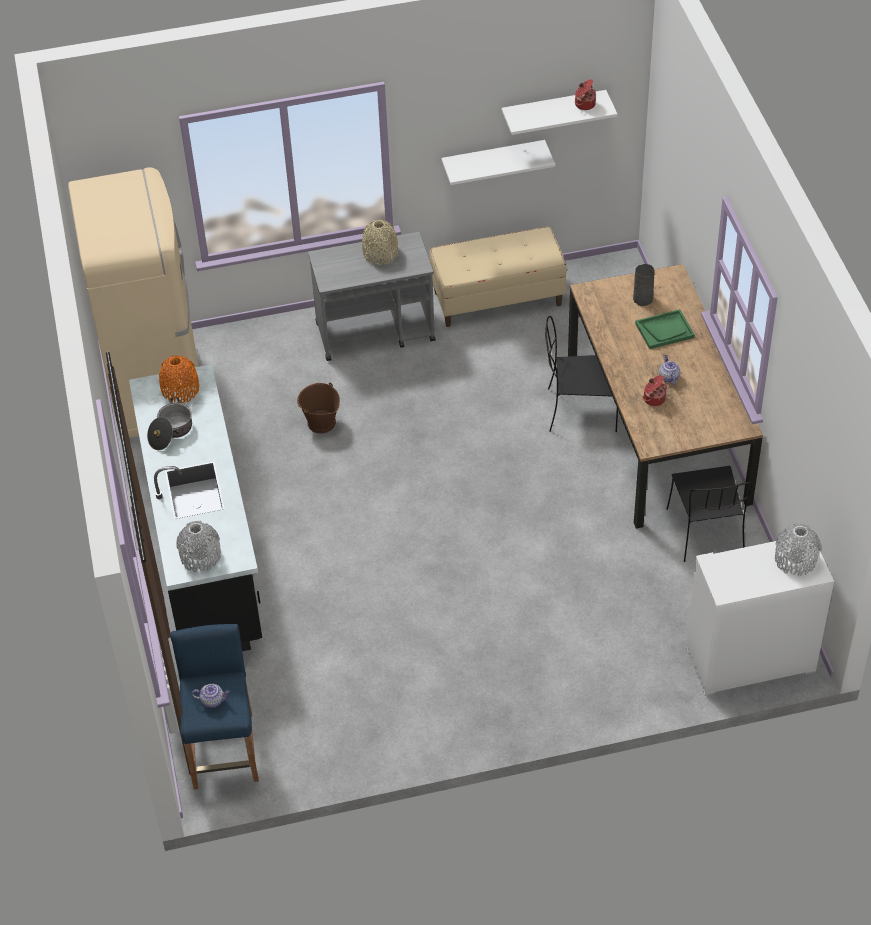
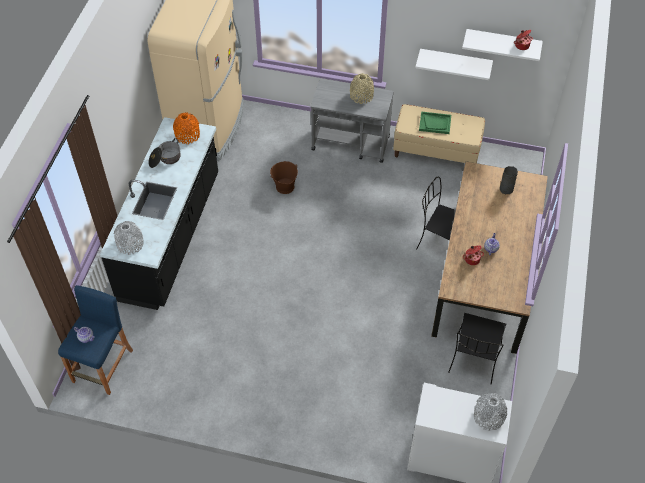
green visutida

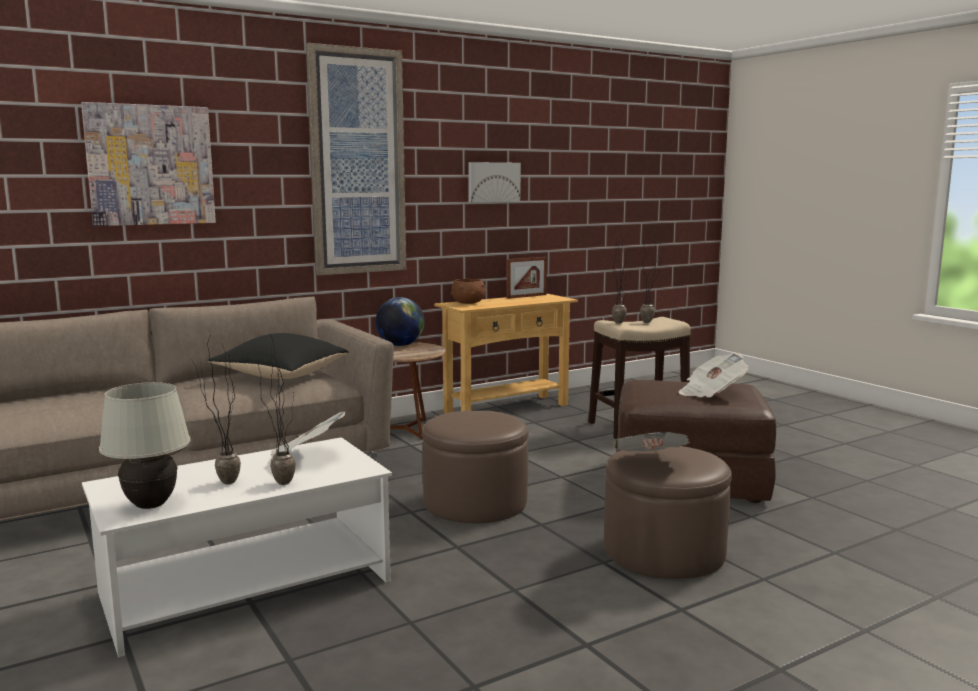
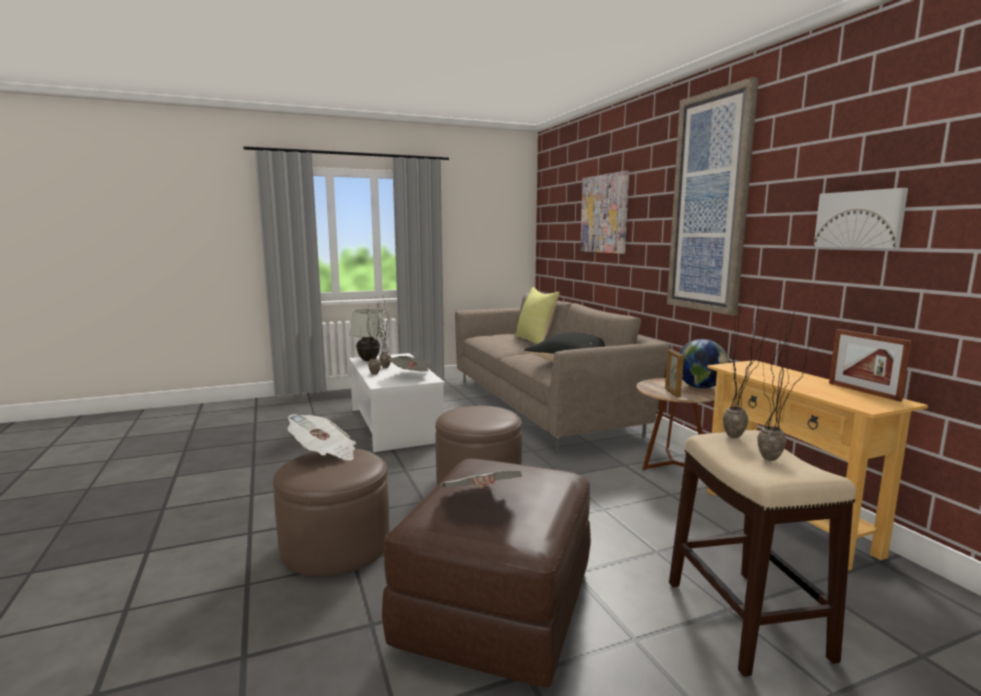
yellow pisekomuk; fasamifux (1st from left); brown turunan

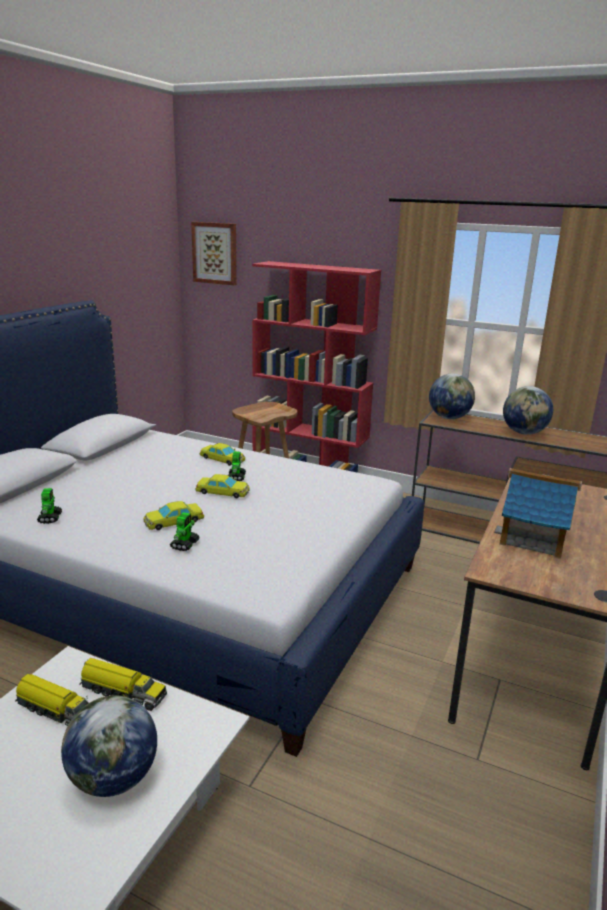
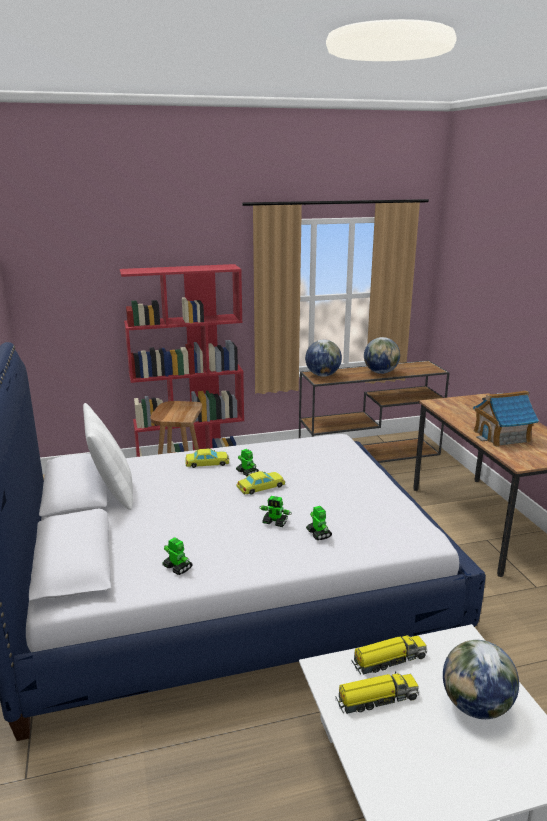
white pisekomuk; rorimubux (3rd from left); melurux

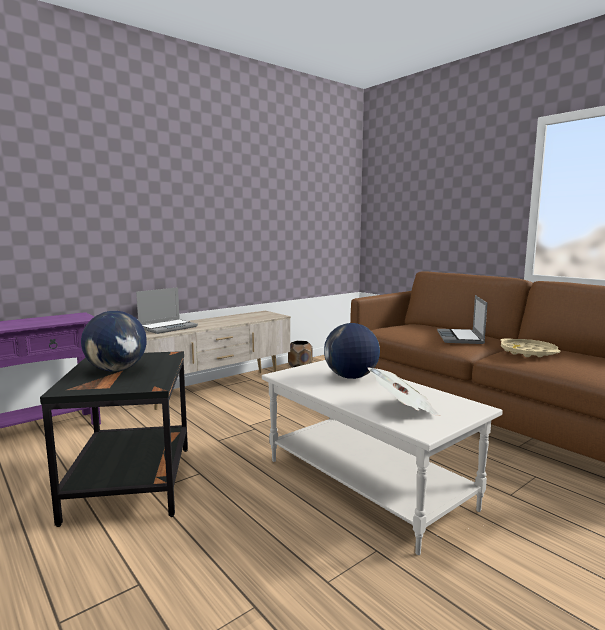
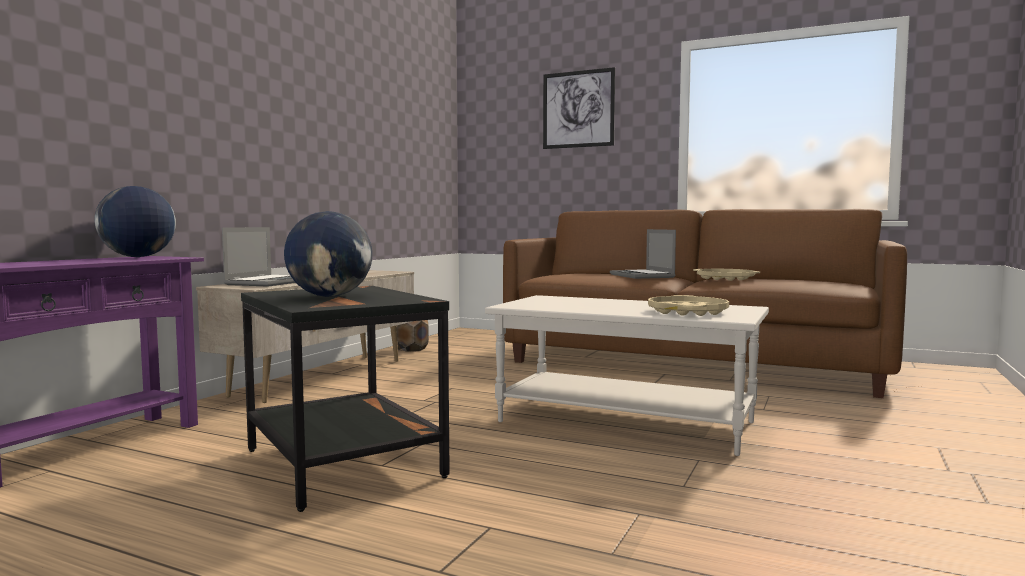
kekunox (1st from left); melurux; beige visutida (1st from left)

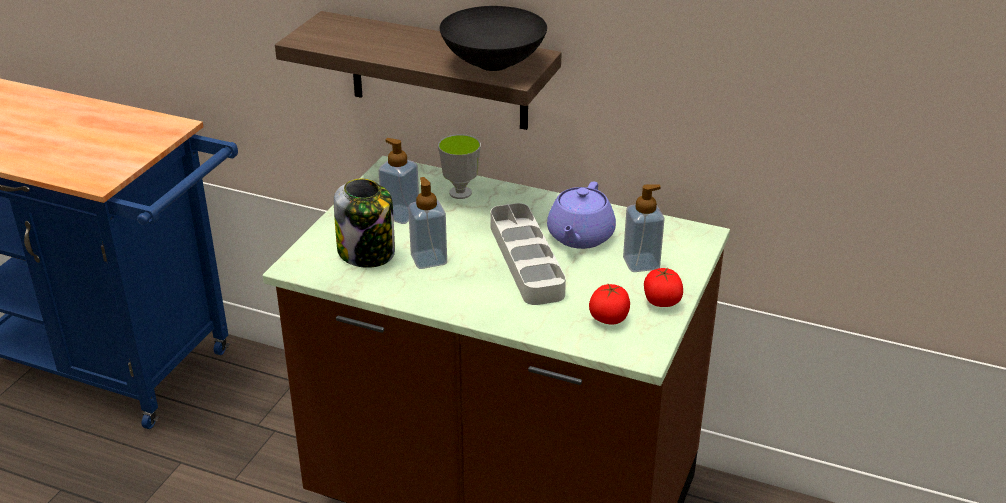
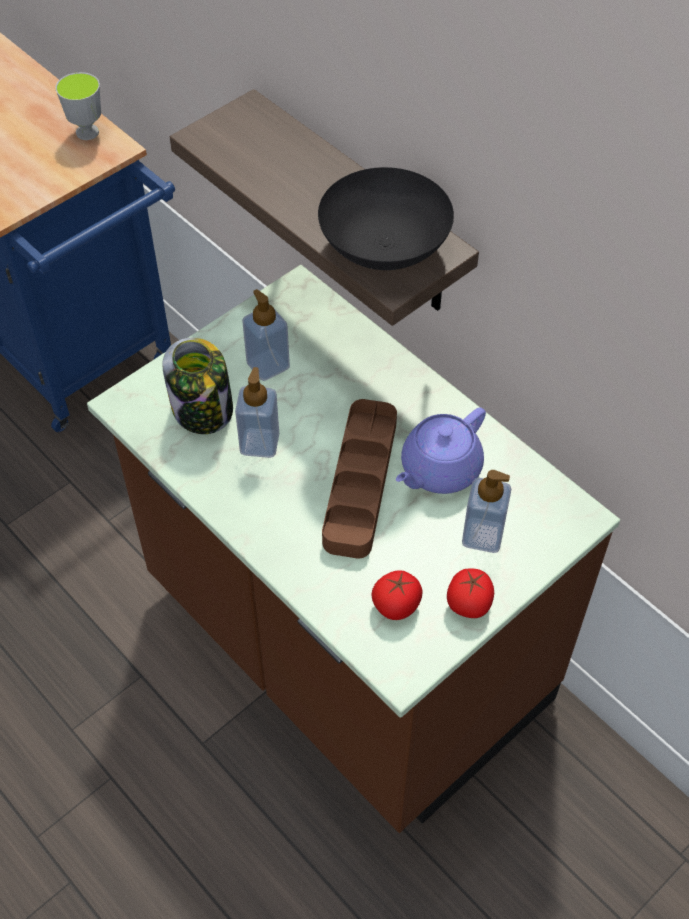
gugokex; brown visutida

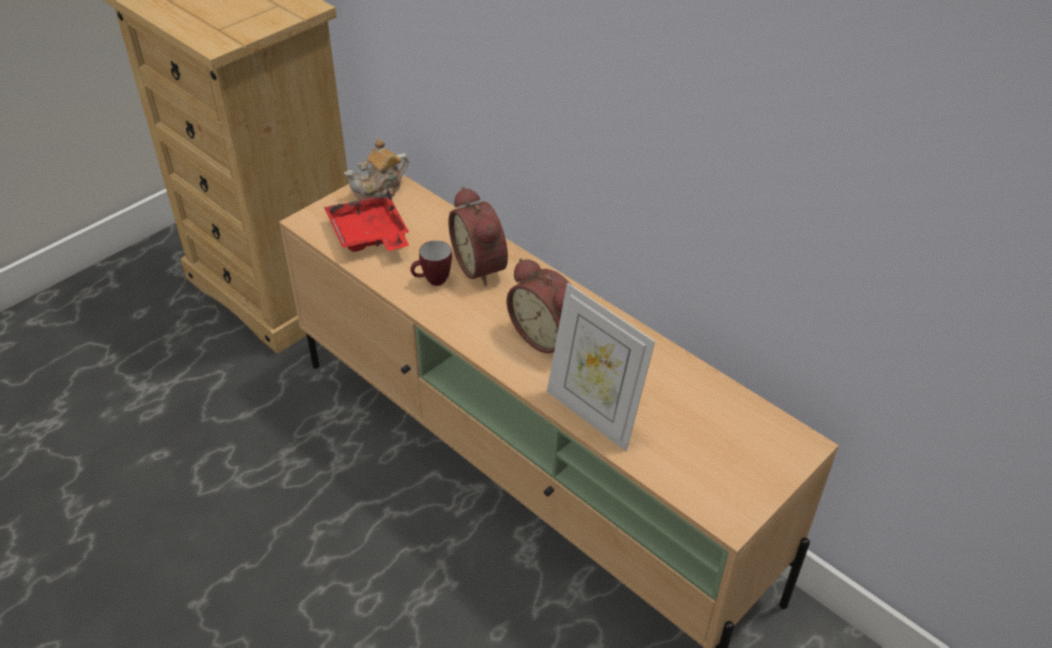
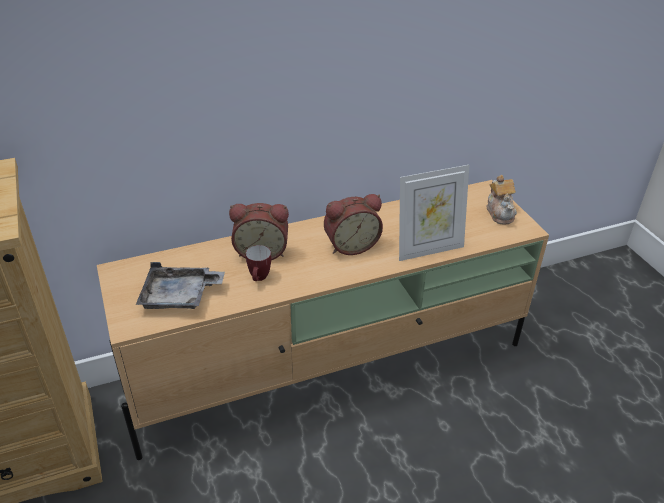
grey visutida; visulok

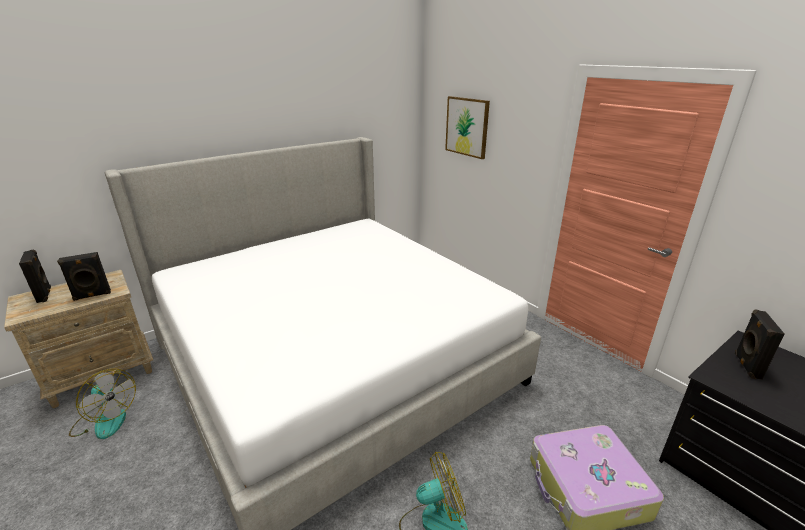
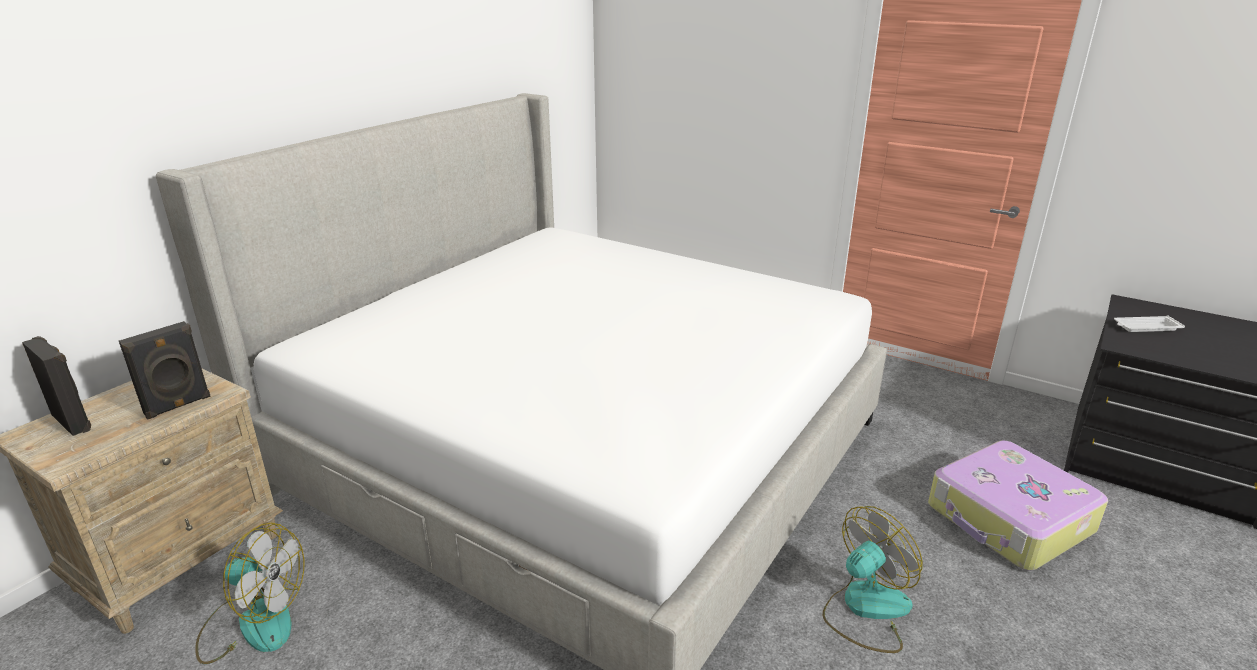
white visutida; melurux

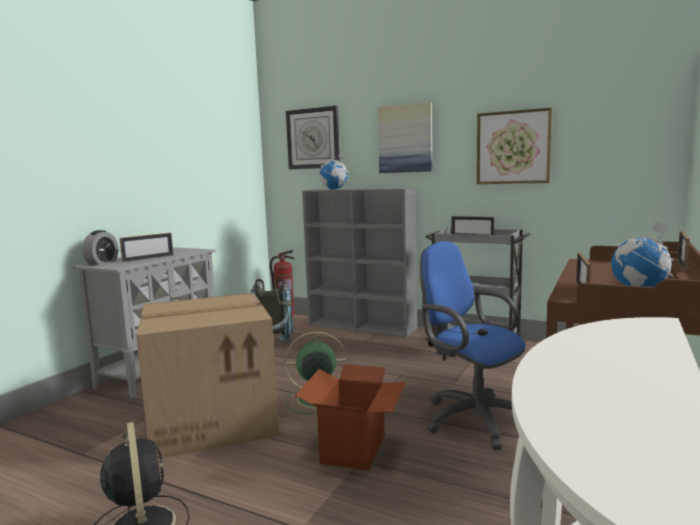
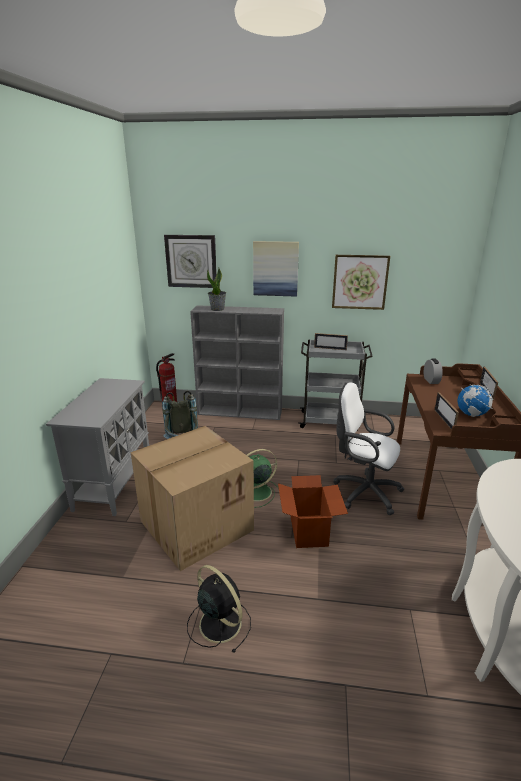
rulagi; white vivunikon; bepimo; fasamifux (1st from left in the first image)

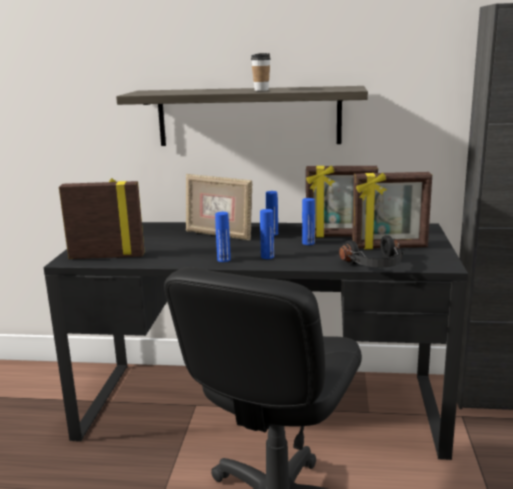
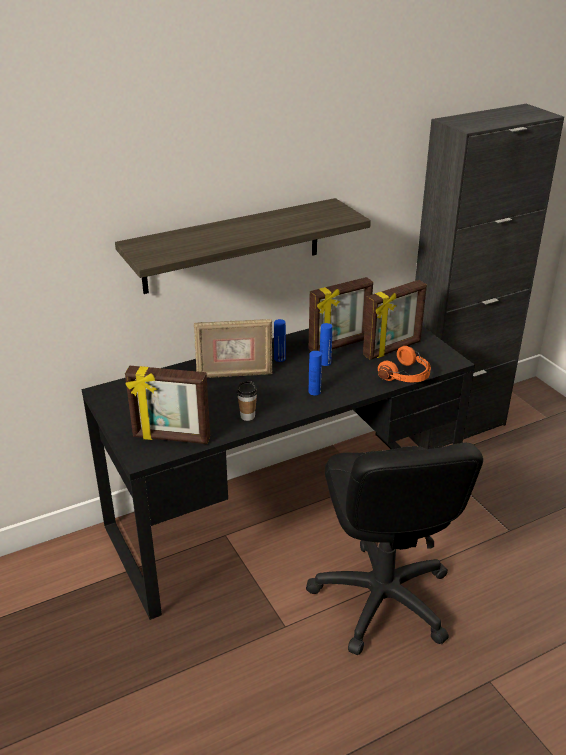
fasamifux (1st from left); gugokex; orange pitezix; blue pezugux (1st from left in the first image)

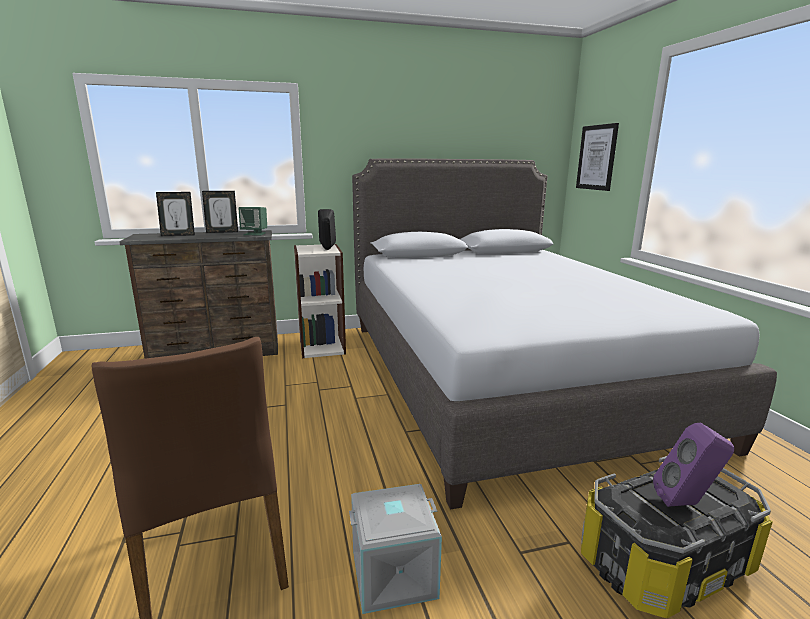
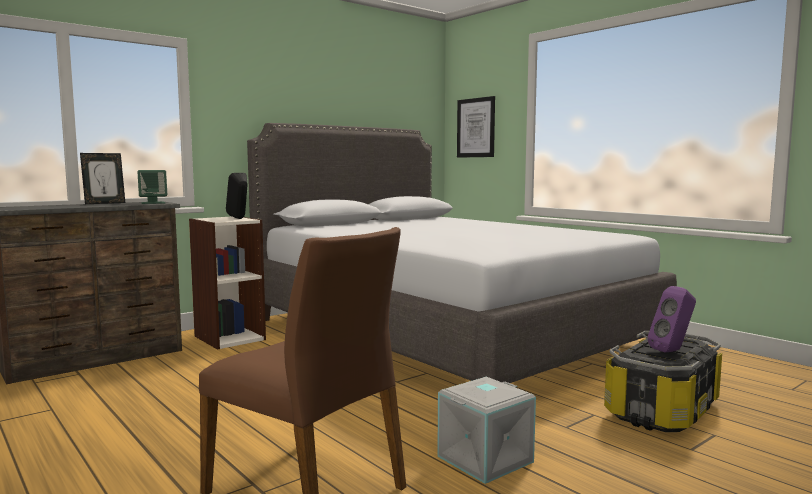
fasamifux (1st from left in the first image)

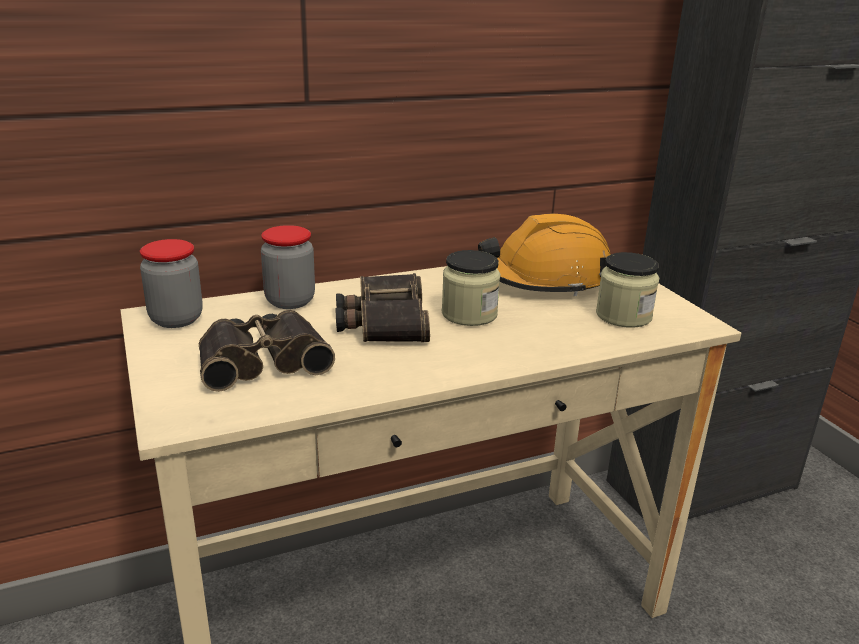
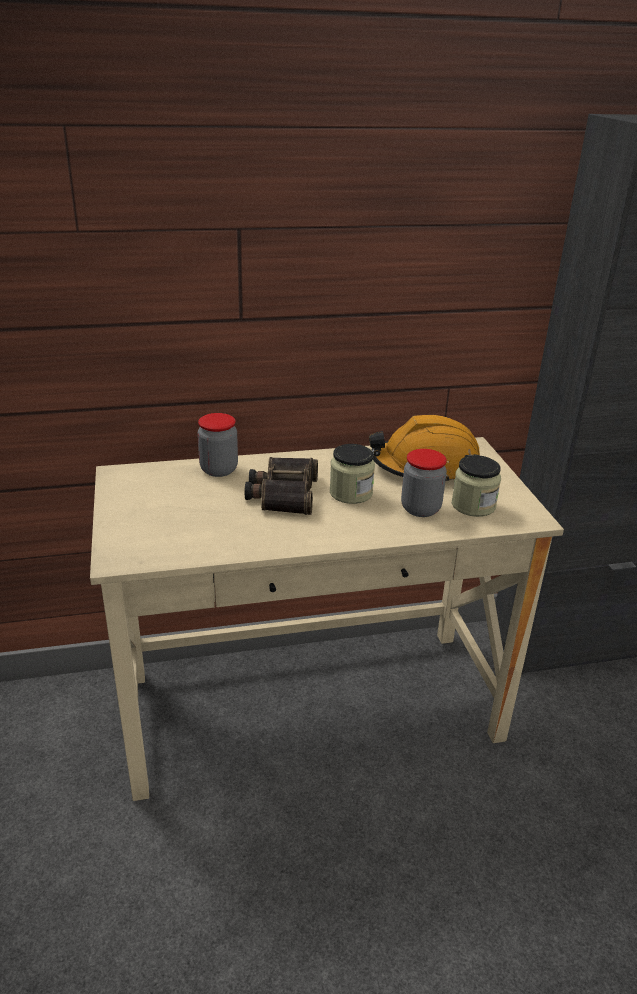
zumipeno (3rd from left); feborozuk (1st from left in the first image)

